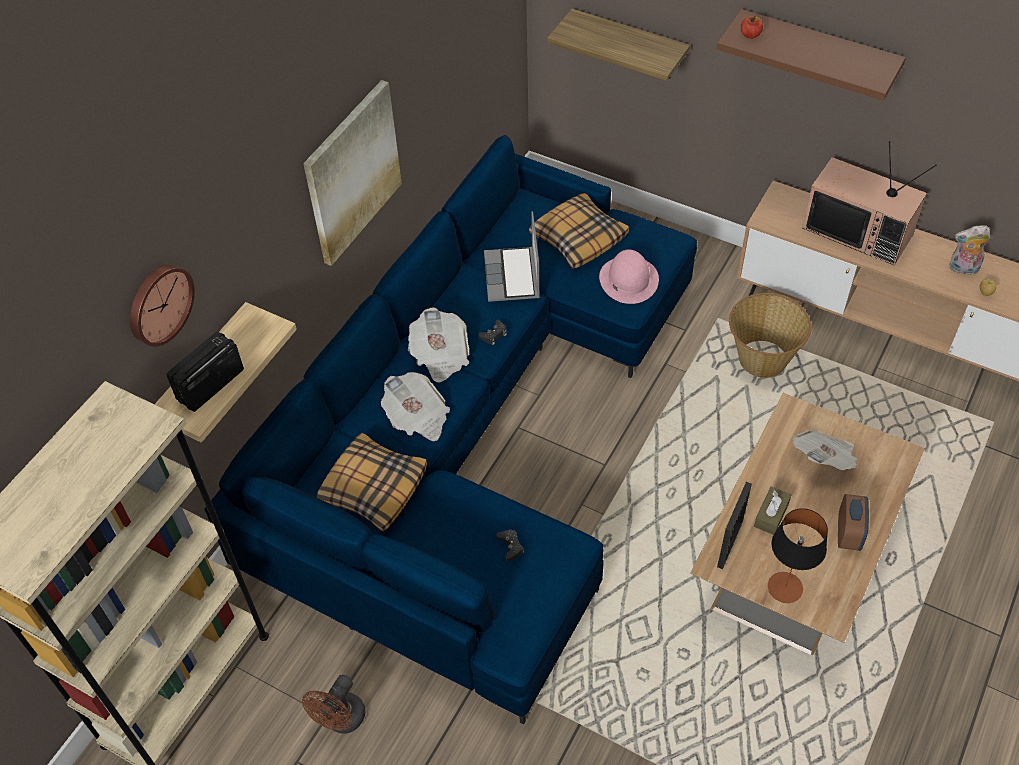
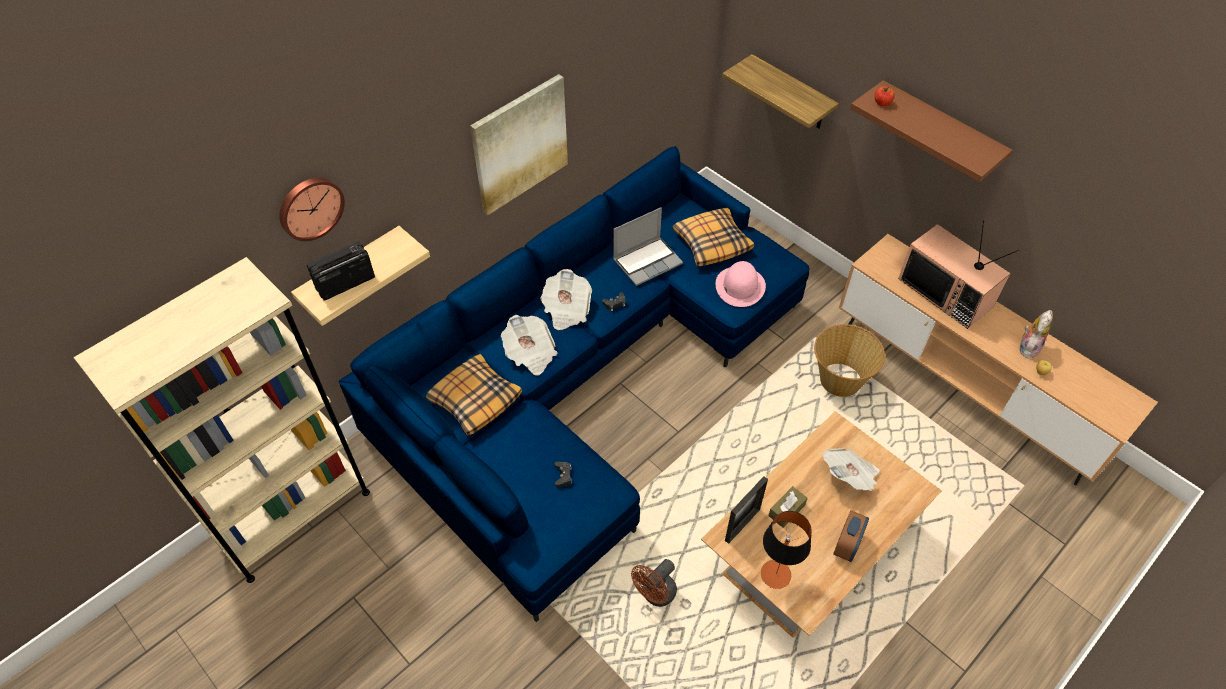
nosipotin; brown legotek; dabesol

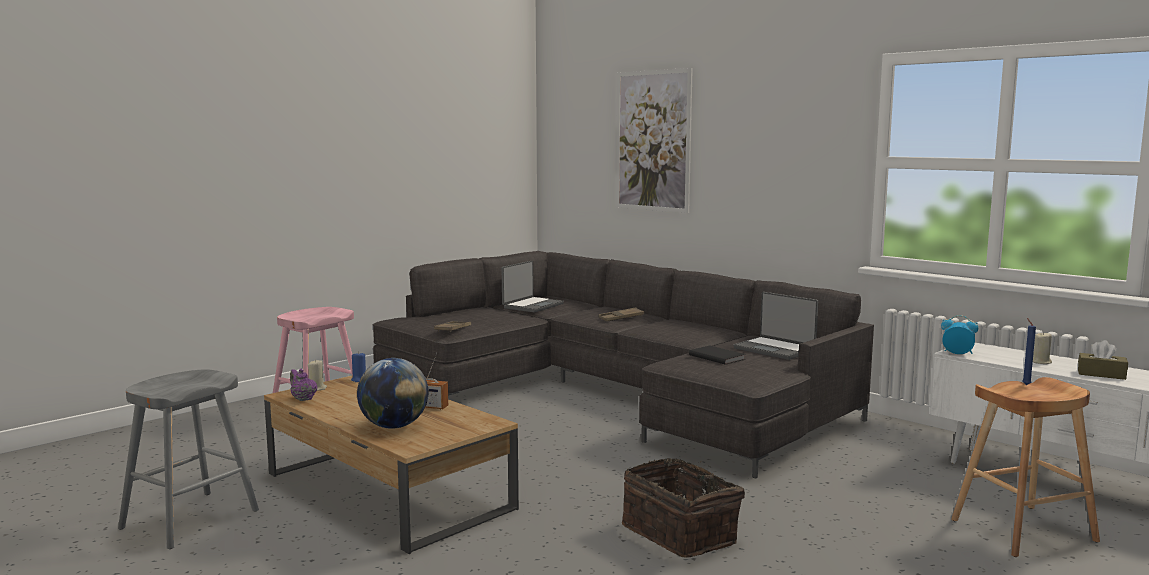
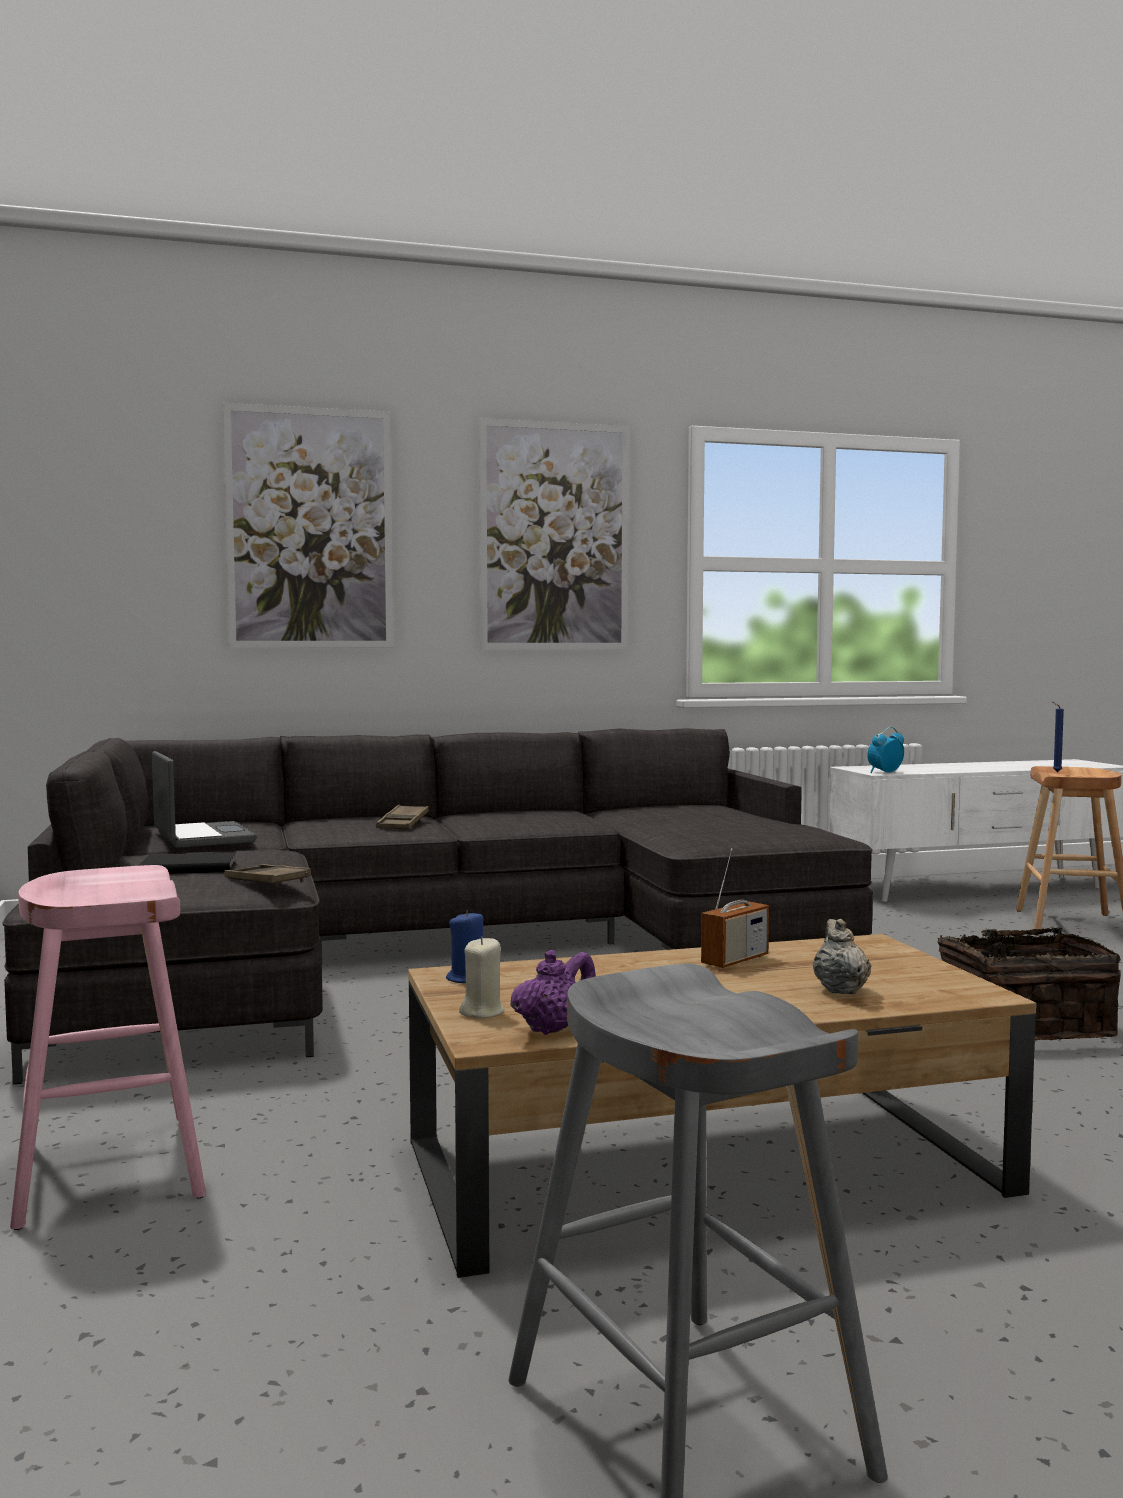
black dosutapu; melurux (2nd from left); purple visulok; beige visulok; nosipotin (2nd from left in the first image); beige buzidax (2nd from left in the first image); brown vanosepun

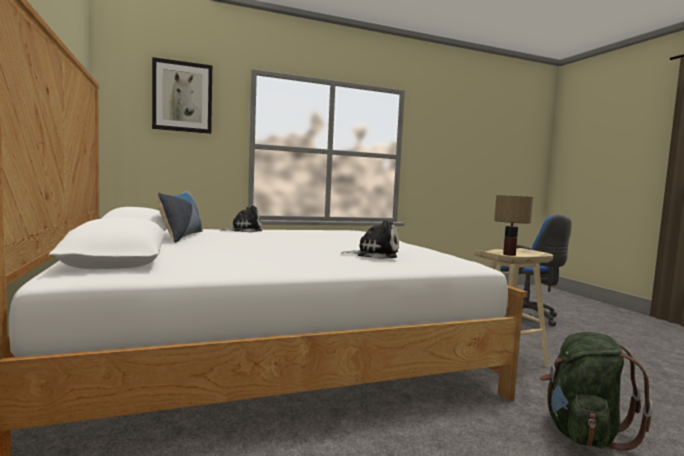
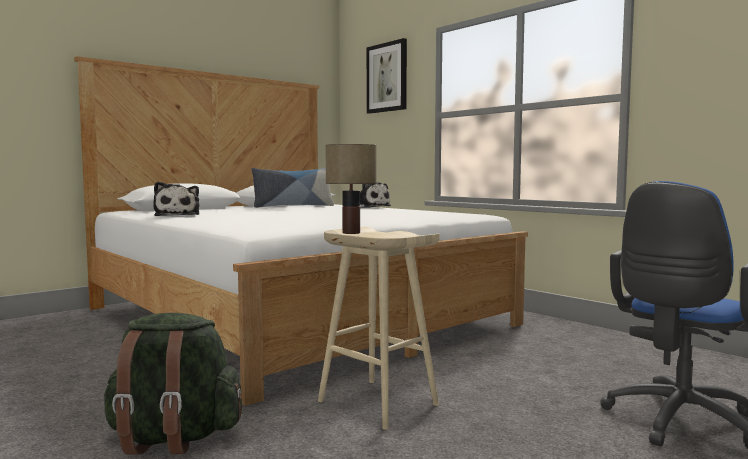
dabesol (1st from left)

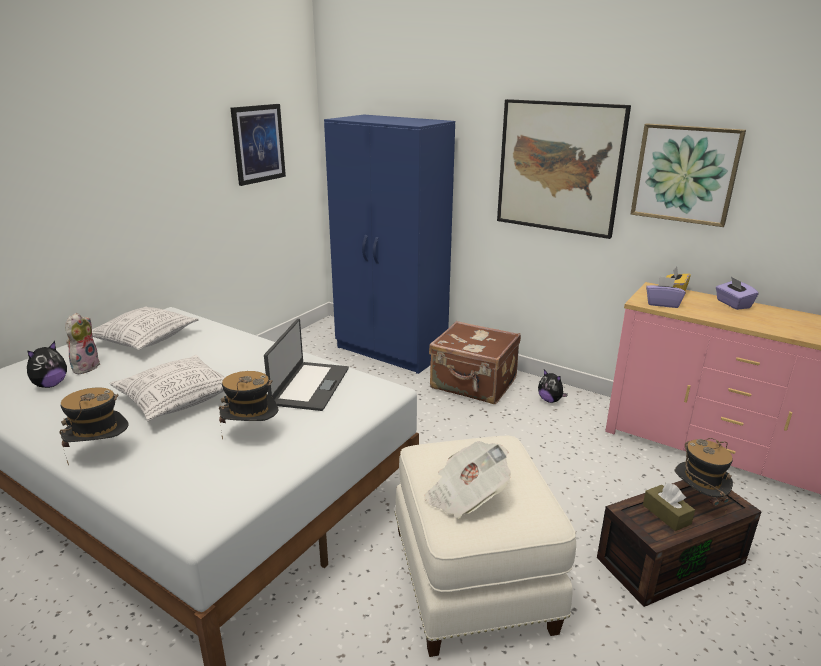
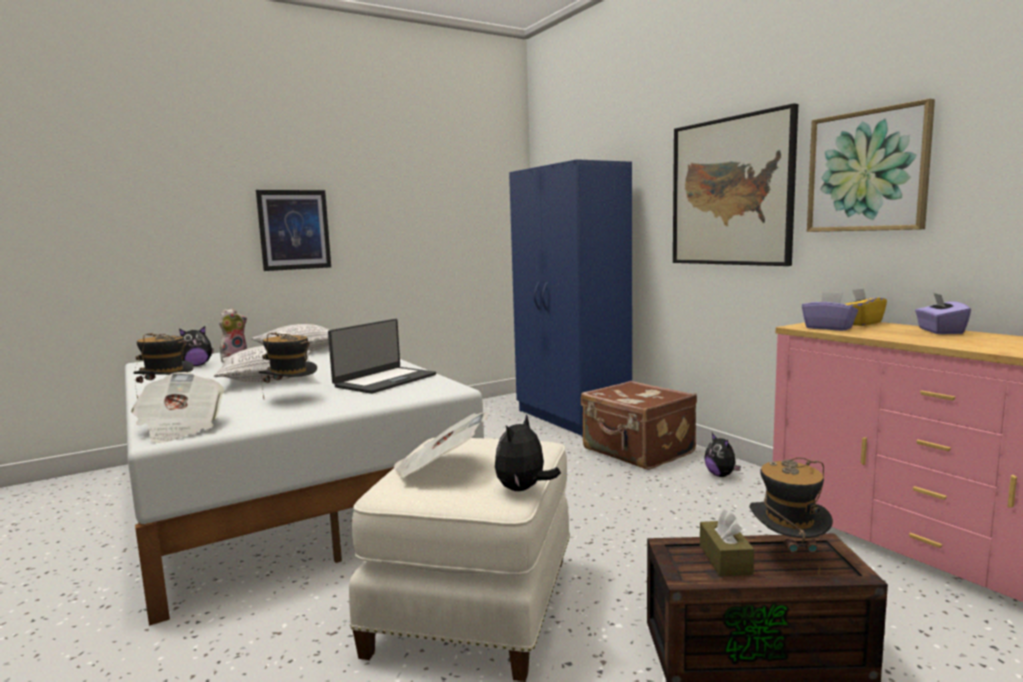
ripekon (1st from left); melurux (1st from left); dabesol (3rd from left)

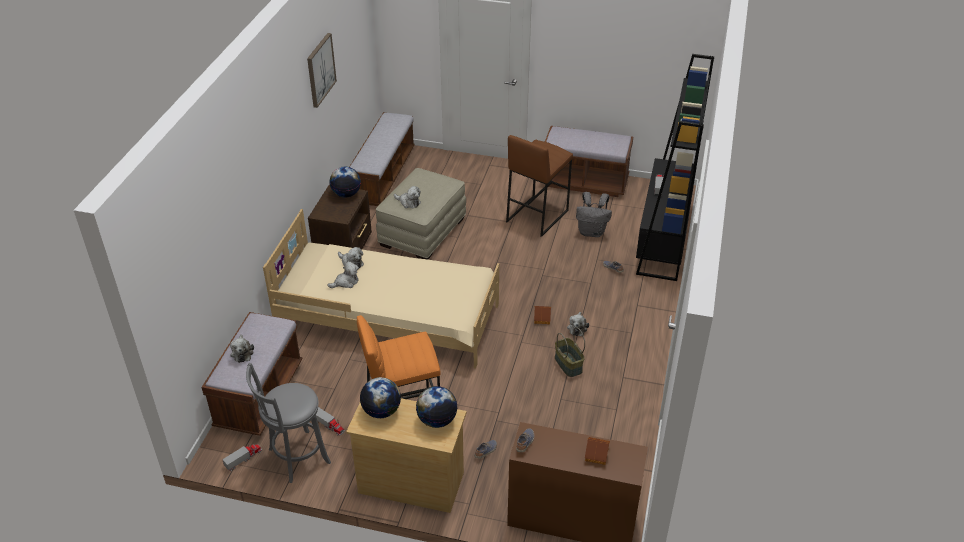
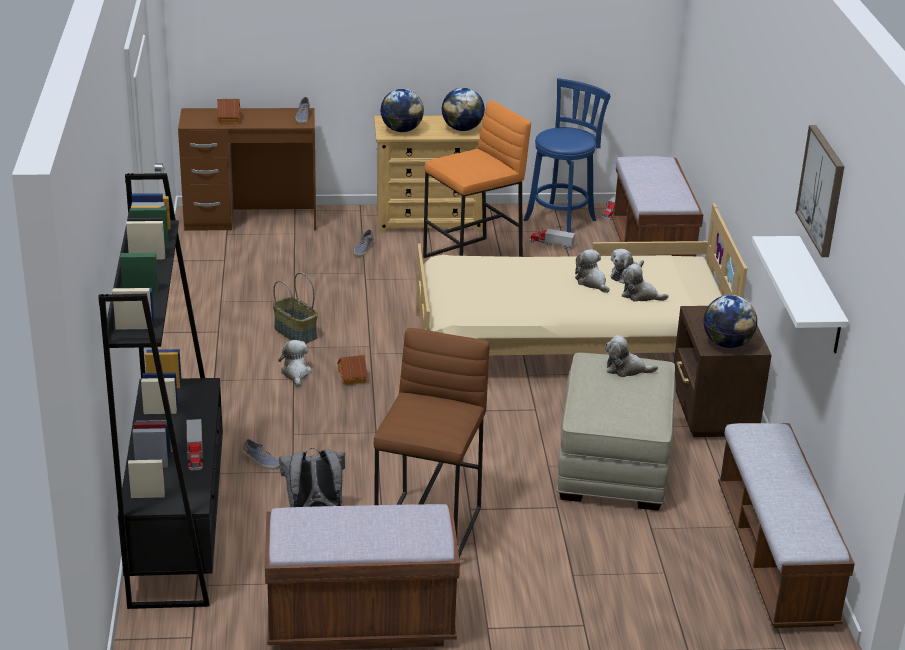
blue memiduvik; dabesol (2nd from left); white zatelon

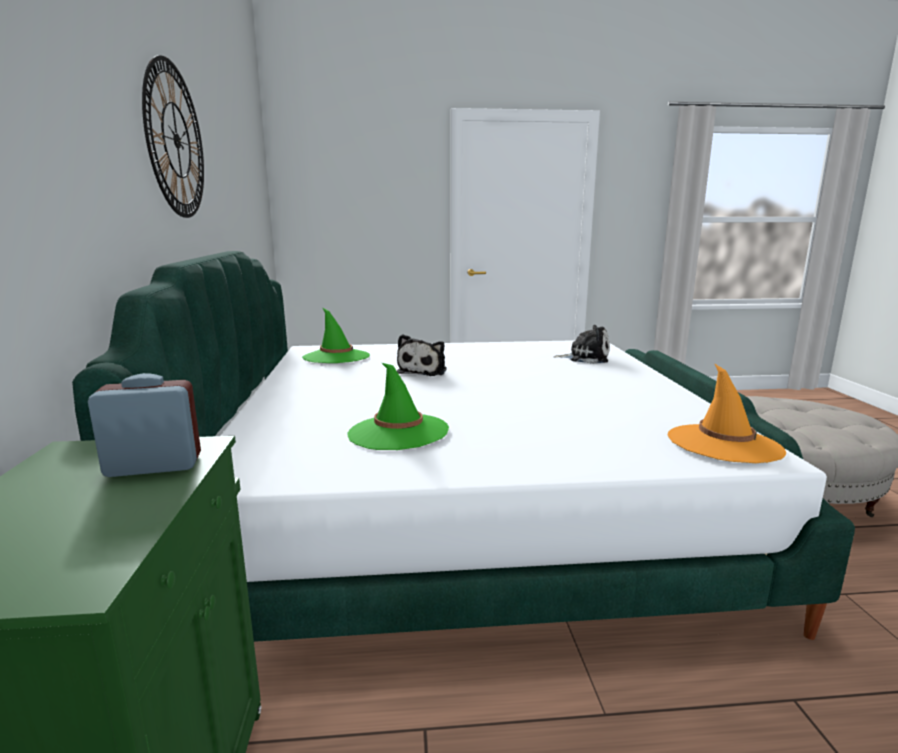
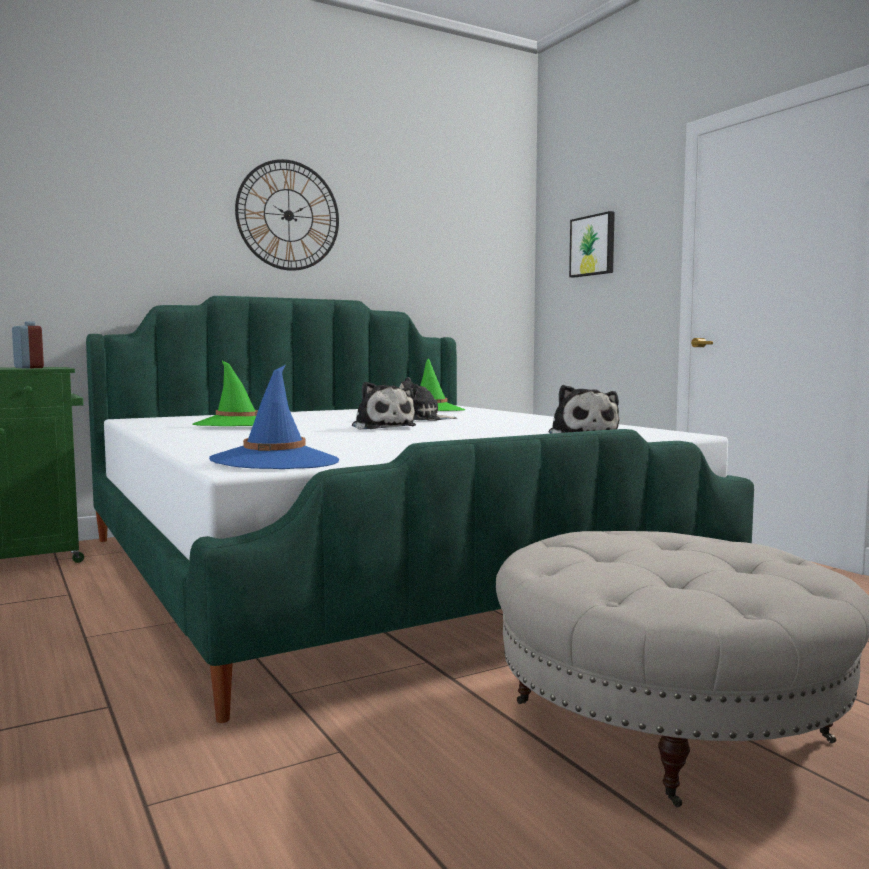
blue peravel; dabesol (1st from left); melurux

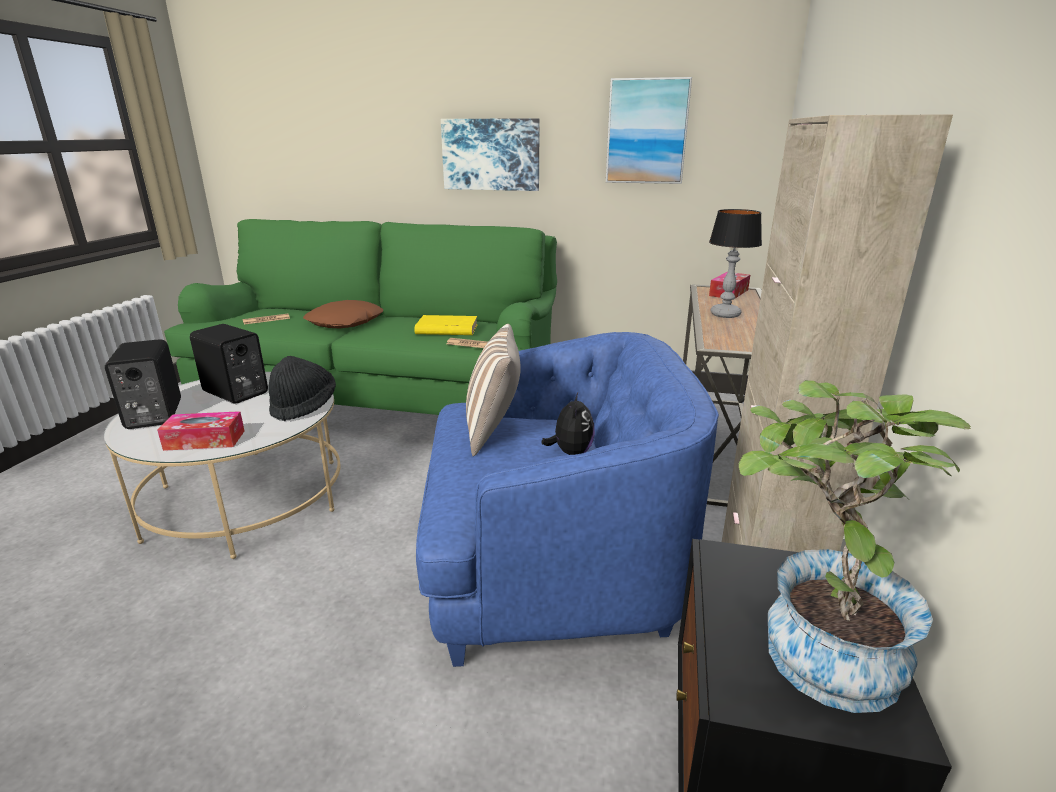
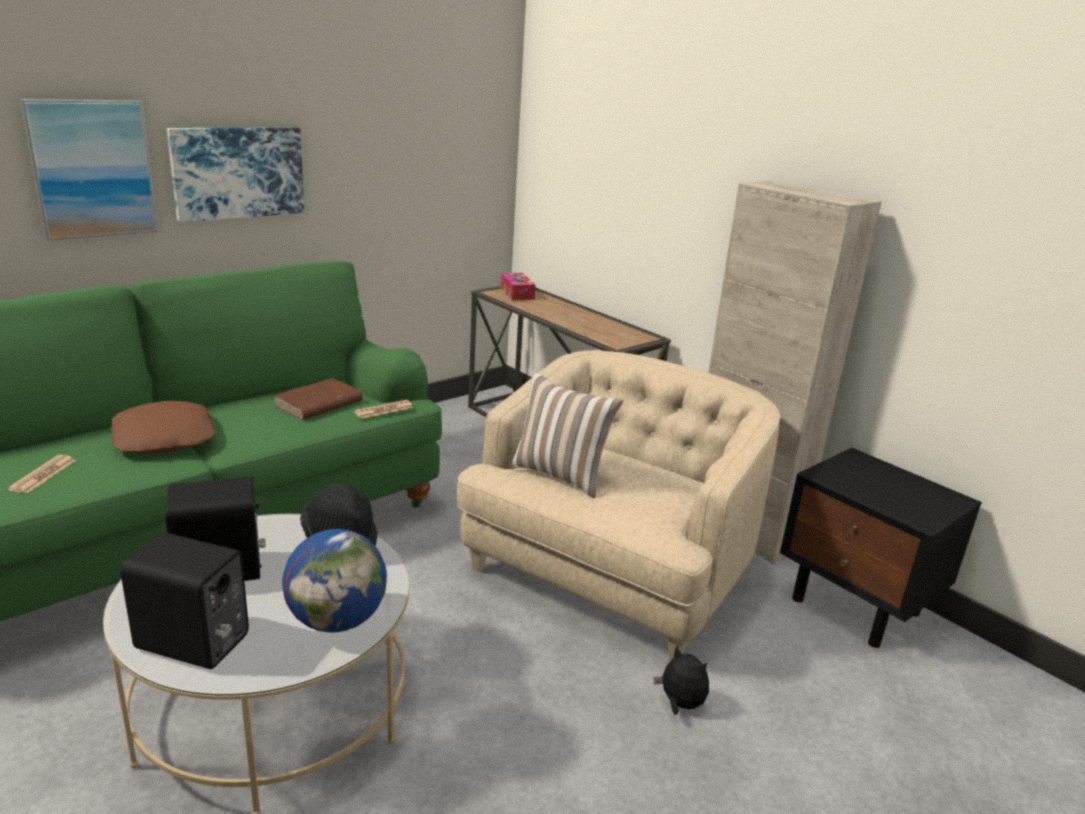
melurux (1st from left); brown dosutapu; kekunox; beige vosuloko; dabesol; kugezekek; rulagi

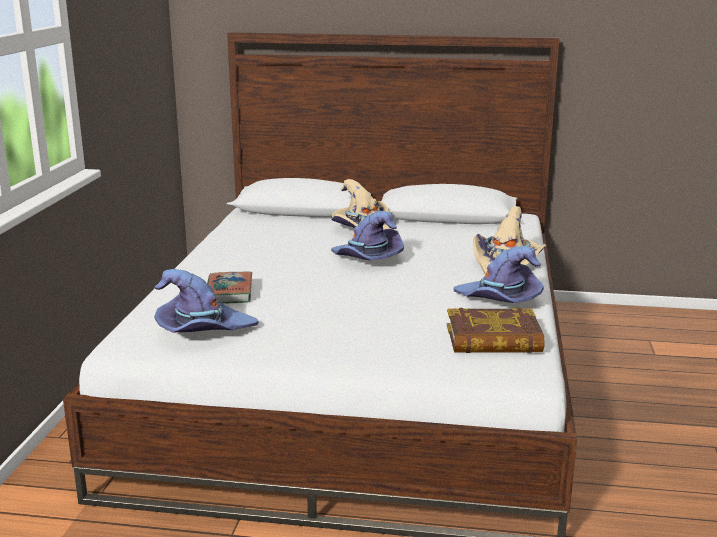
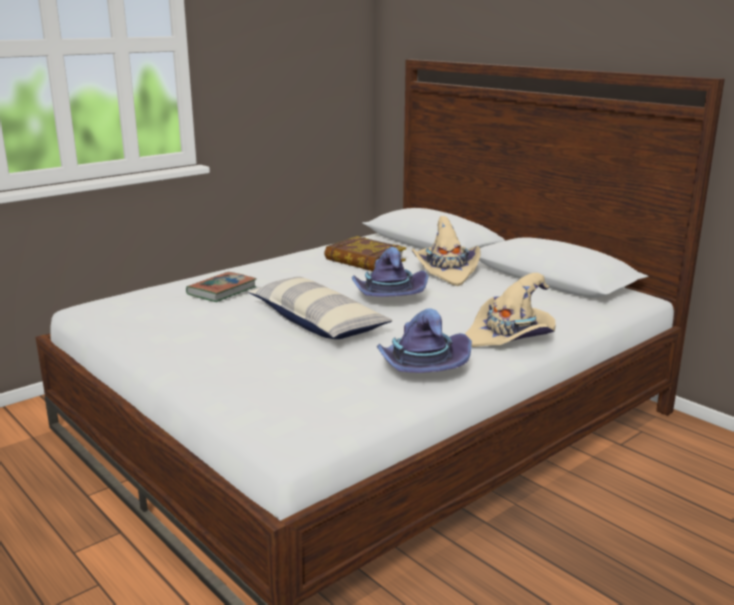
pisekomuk; dosutapu (2nd from left); purple peravel (1st from left in the first image)

